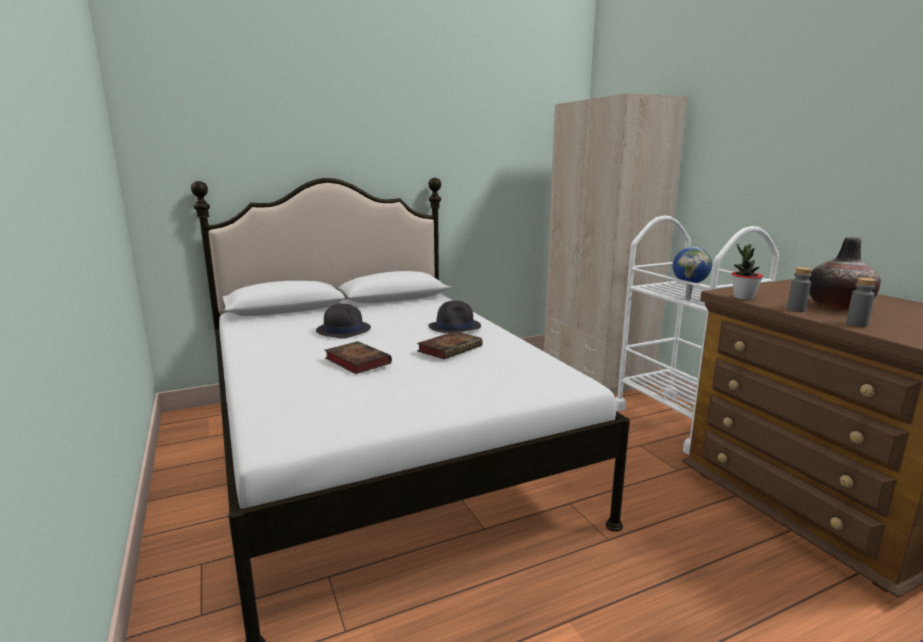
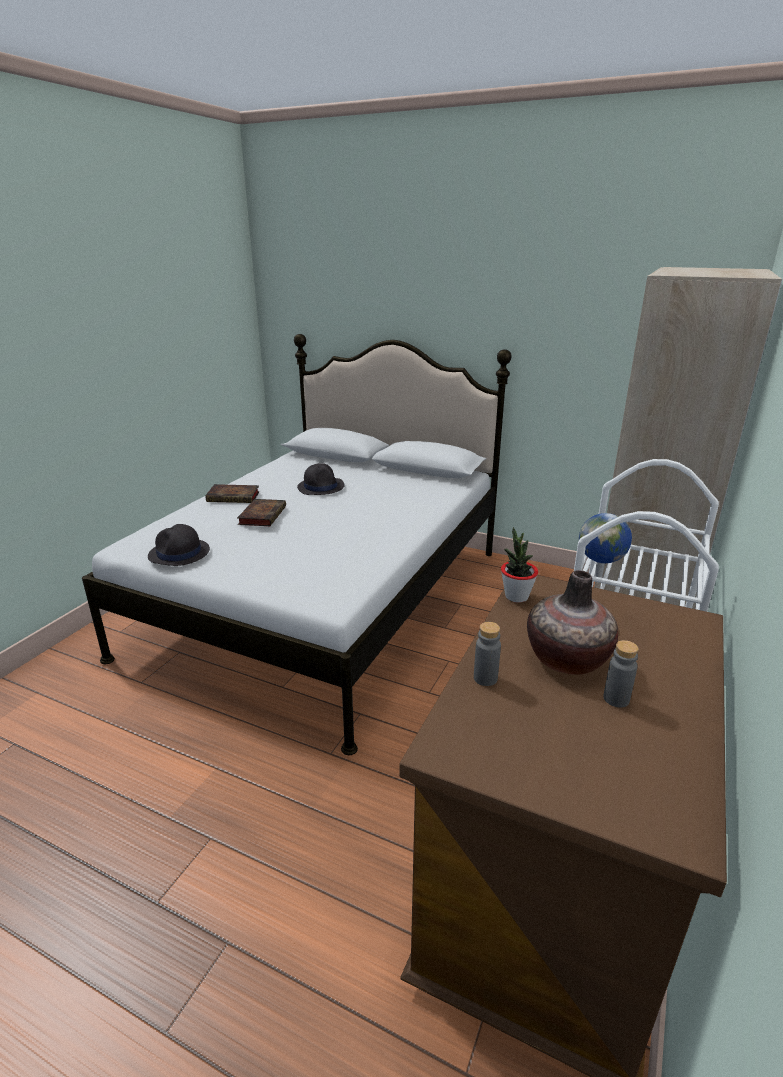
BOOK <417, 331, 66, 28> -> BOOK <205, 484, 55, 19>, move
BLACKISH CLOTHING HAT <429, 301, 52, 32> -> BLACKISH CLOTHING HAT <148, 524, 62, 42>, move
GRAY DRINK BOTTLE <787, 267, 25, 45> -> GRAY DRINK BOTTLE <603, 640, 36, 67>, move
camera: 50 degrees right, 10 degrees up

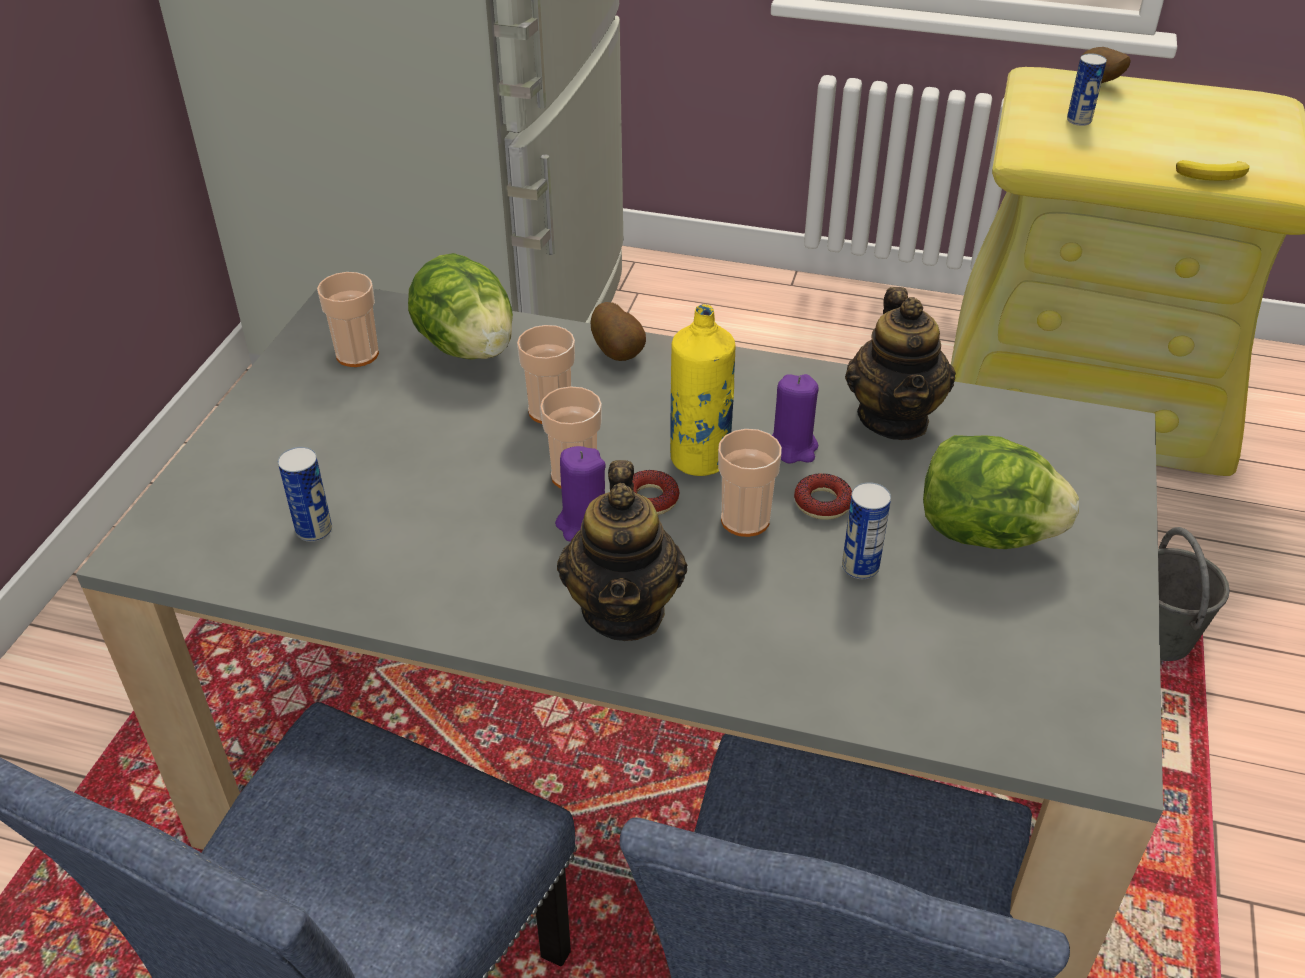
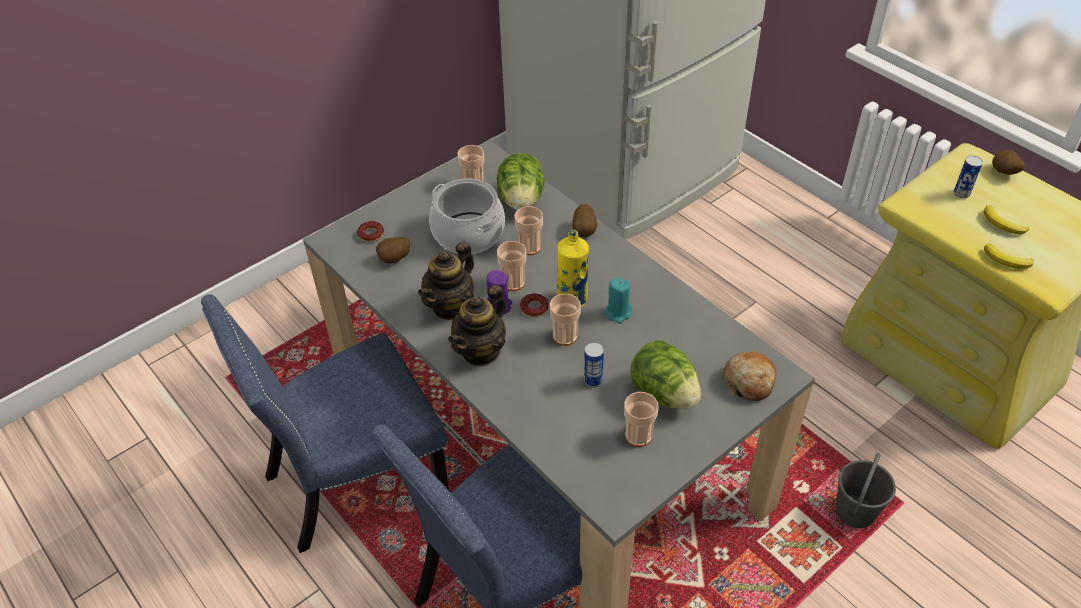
METAL CAN <278, 447, 54, 95> -> POTATO <376, 237, 34, 27>
PURPLE WAX CANDLE <772, 374, 46, 90> -> TURQUOISE WAX CANDLE <605, 277, 27, 47>
RING DOUGHNUT <794, 473, 58, 47> -> RING DOUGHNUT <357, 221, 27, 21>, move
TEAPOT <845, 287, 111, 153> -> TEAPOT <418, 242, 56, 78>, move
none -> COOKING POT <429, 179, 76, 75>
none -> SMALL CUP <624, 392, 35, 55>
none -> BAKED BREAD <724, 351, 52, 50>
none -> BANANA FRUIT <984, 206, 45, 28>
camera: 35 degrees right, 5 degrees up

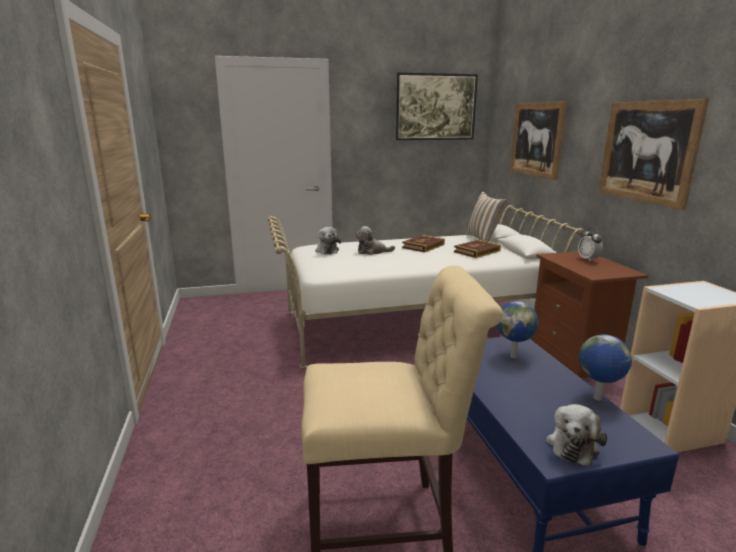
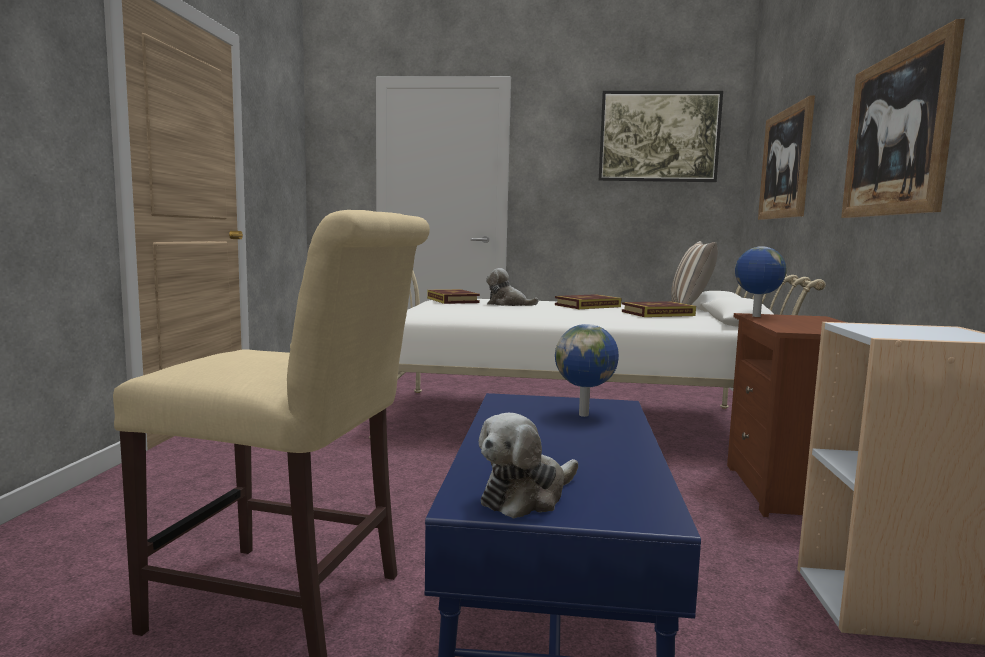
PLUSH TOY <315, 227, 26, 27> -> BOOK <427, 289, 53, 15>
BEDSIDE CLOCK <578, 228, 25, 34> -> none
DESK GLOBE <579, 334, 53, 67> -> DESK GLOBE <735, 246, 51, 71>, move
camera: 20 degrees right, 10 degrees down

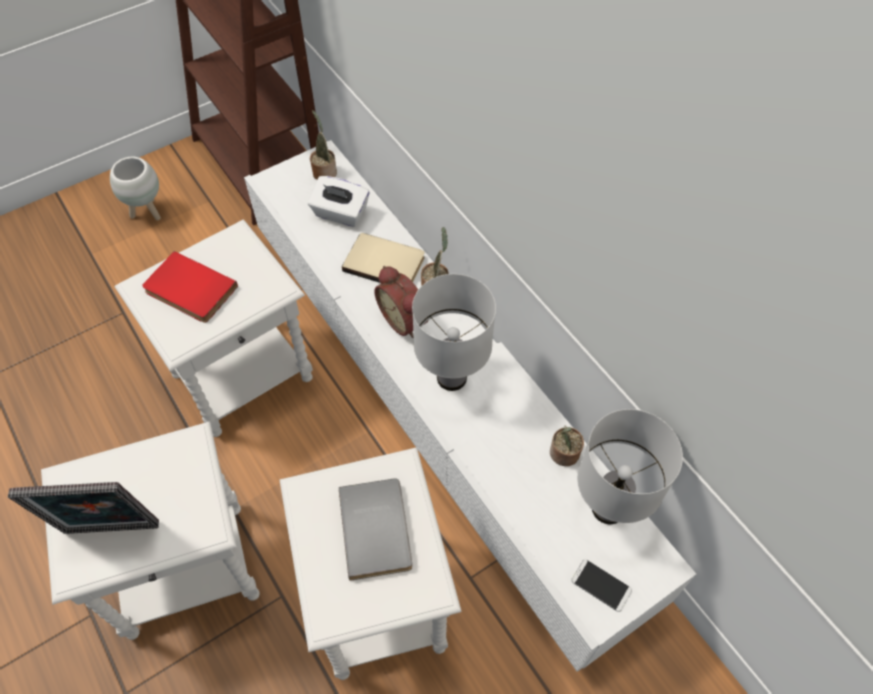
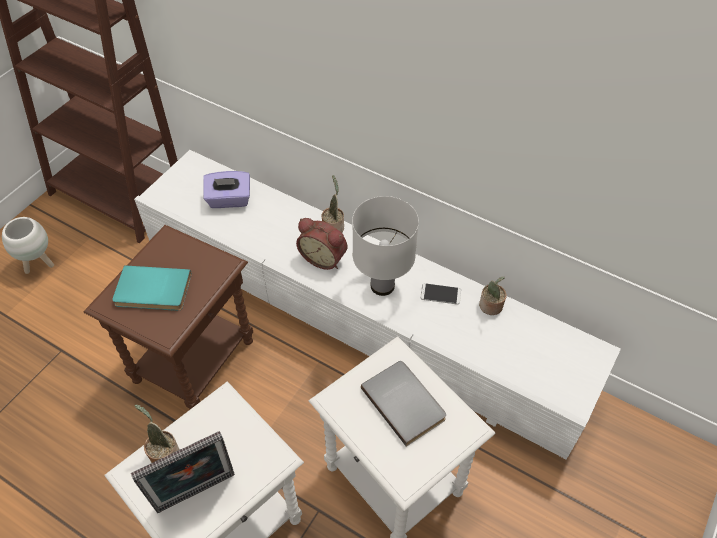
WHITE END TABLE <114, 220, 199, 217> -> BROWN-COLOURED END TABLE <84, 225, 169, 184>
RED BOOK <142, 251, 96, 72> -> TURQUOISE BOOK <112, 265, 80, 46>
WHITE BOX OF TISSUES <308, 176, 61, 51> -> PURPLE BOX OF TISSUES <203, 171, 47, 37>
PLANT IN A POT <310, 110, 27, 70> -> PLANT IN A POT <135, 405, 45, 58>, move
BEIGE-COLOURED BOOK <342, 233, 83, 50> -> none
TELEPHONE <572, 559, 60, 53> -> TELEPHONE <420, 283, 41, 22>, move
WHITE TABLETOP LAMP <577, 409, 106, 115> -> none
camera: 25 degrees left, 5 degrees down

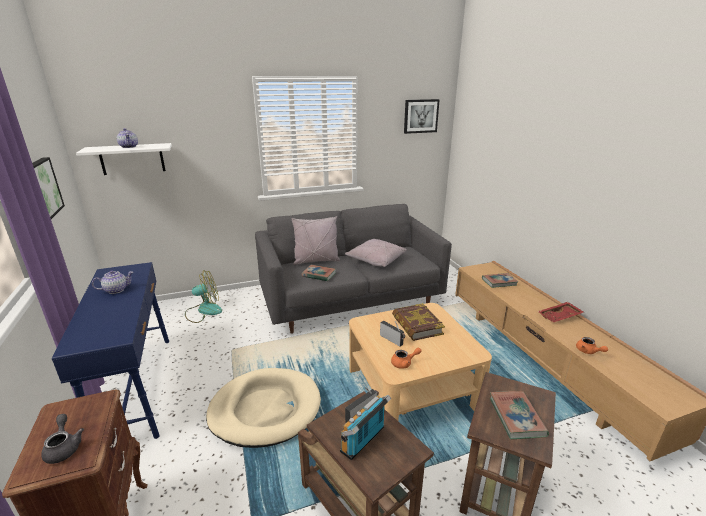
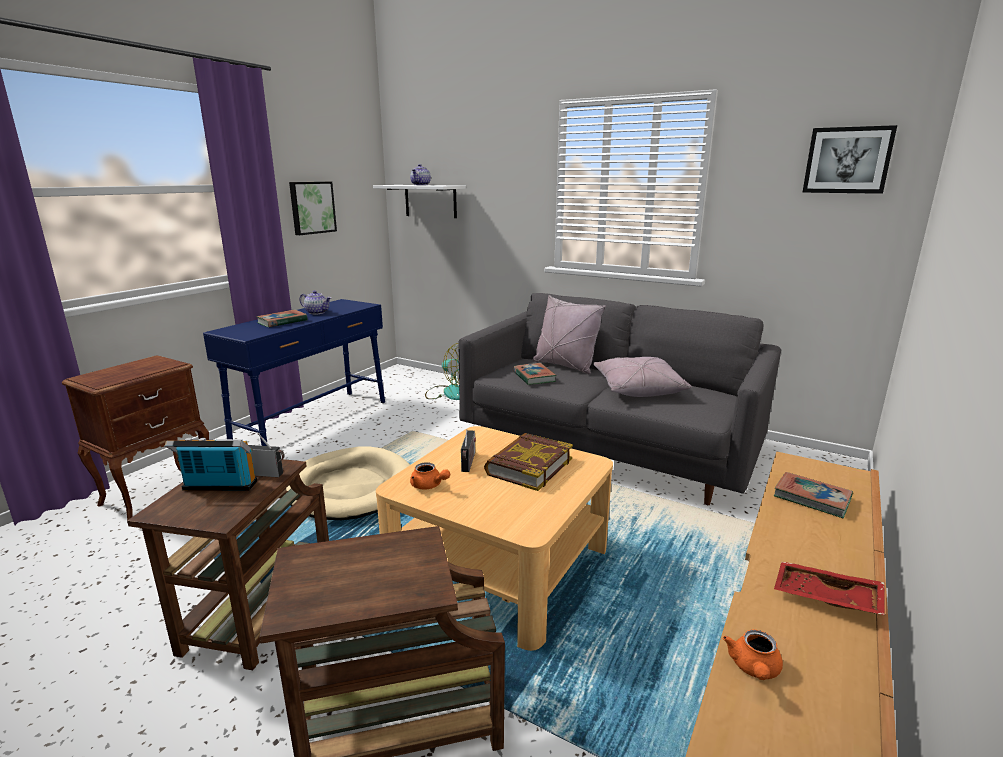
GRAY TEAPOT <41, 414, 43, 50> -> none
BOOK <490, 391, 59, 48> -> BOOK <256, 309, 52, 18>, move
camera: 50 degrees right, 5 degrees down

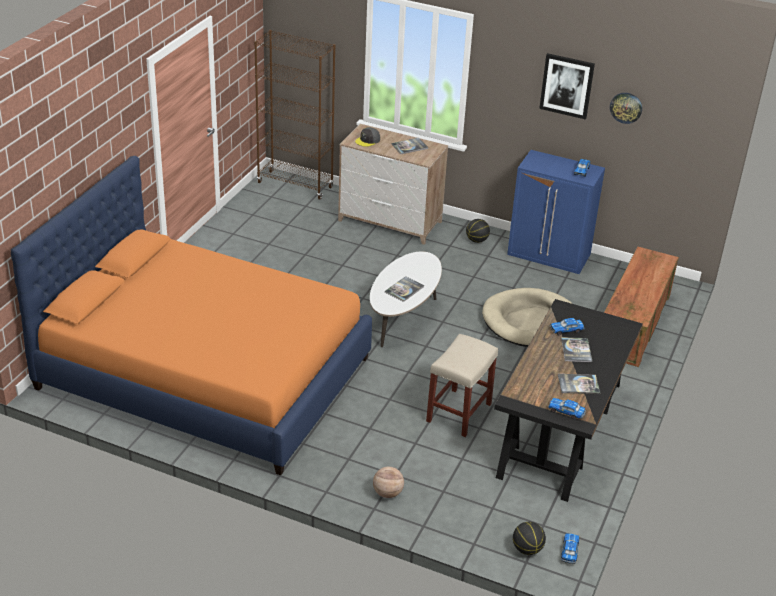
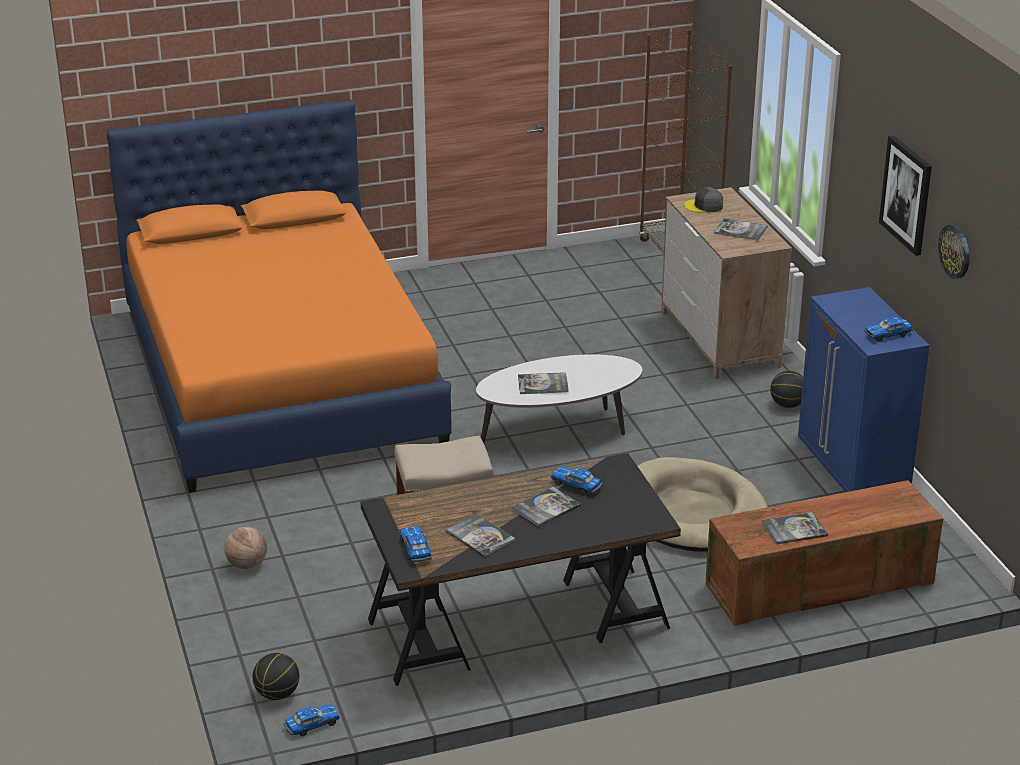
none -> BOOK <762, 512, 66, 32>
camera: 50 degrees right, 5 degrees down

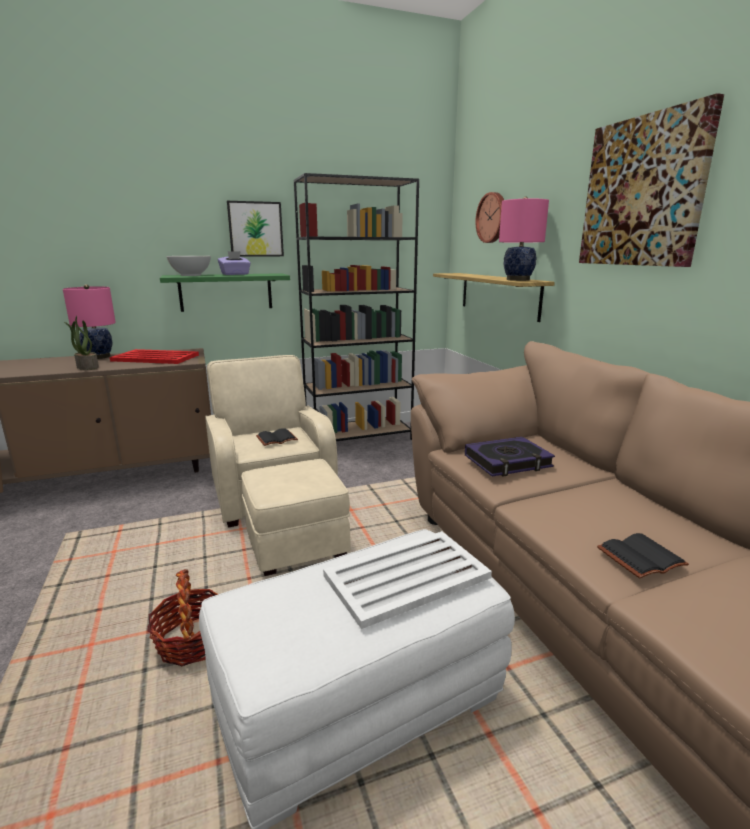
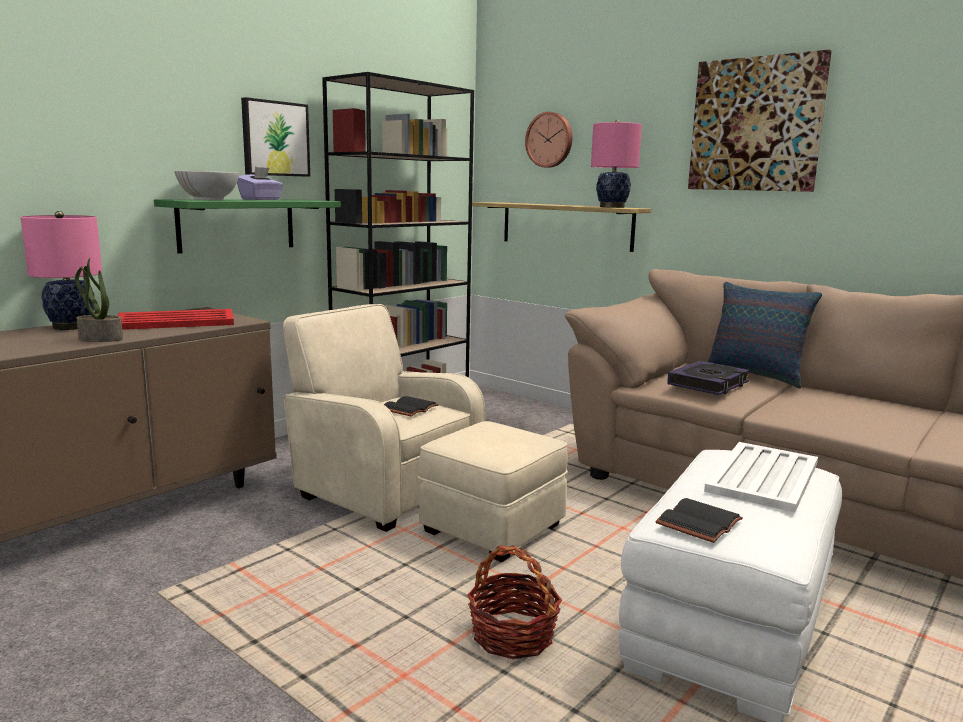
BLACKISH BOOK <597, 533, 92, 46> -> BLACKISH BOOK <655, 498, 88, 45>, move
none -> BLUE-COLOURED PILLOW <708, 282, 114, 106>
camera: 30 degrees left, 5 degrees down

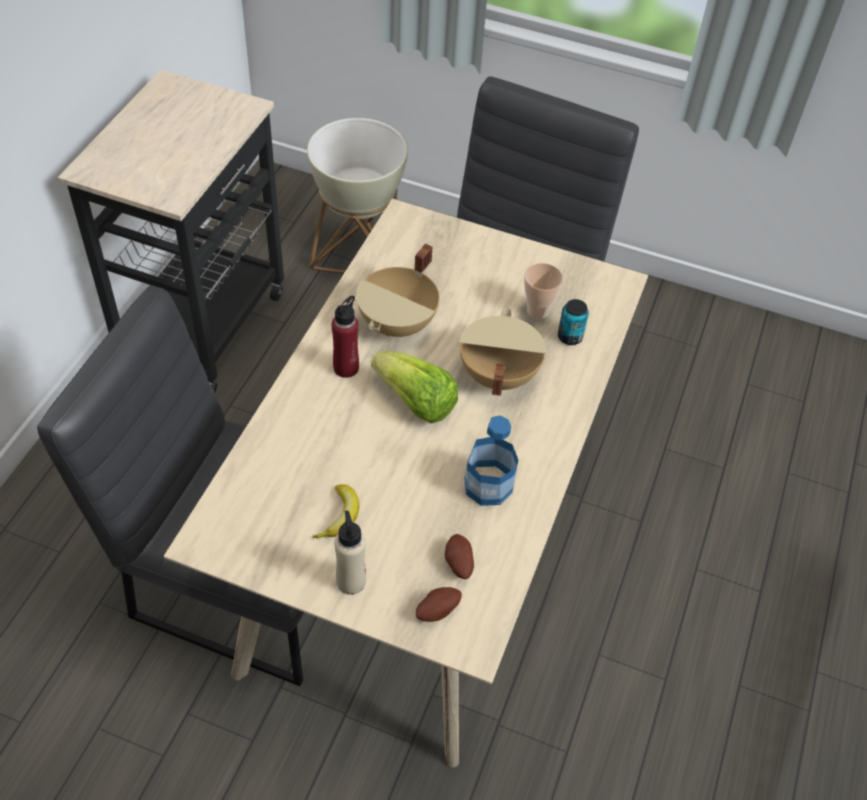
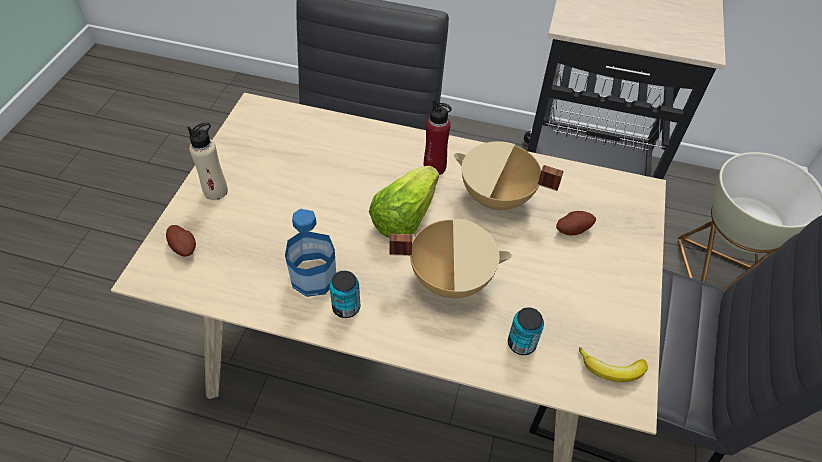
BANANA FRUIT <313, 484, 46, 55> -> BANANA FRUIT <579, 347, 69, 35>, move
POTATO <445, 534, 29, 45> -> POTATO <556, 211, 40, 25>, move
SMALL CUP <524, 263, 39, 56> -> none
none -> METAL CAN <329, 271, 31, 47>
camera: 85 degrees right, 0 degrees up

